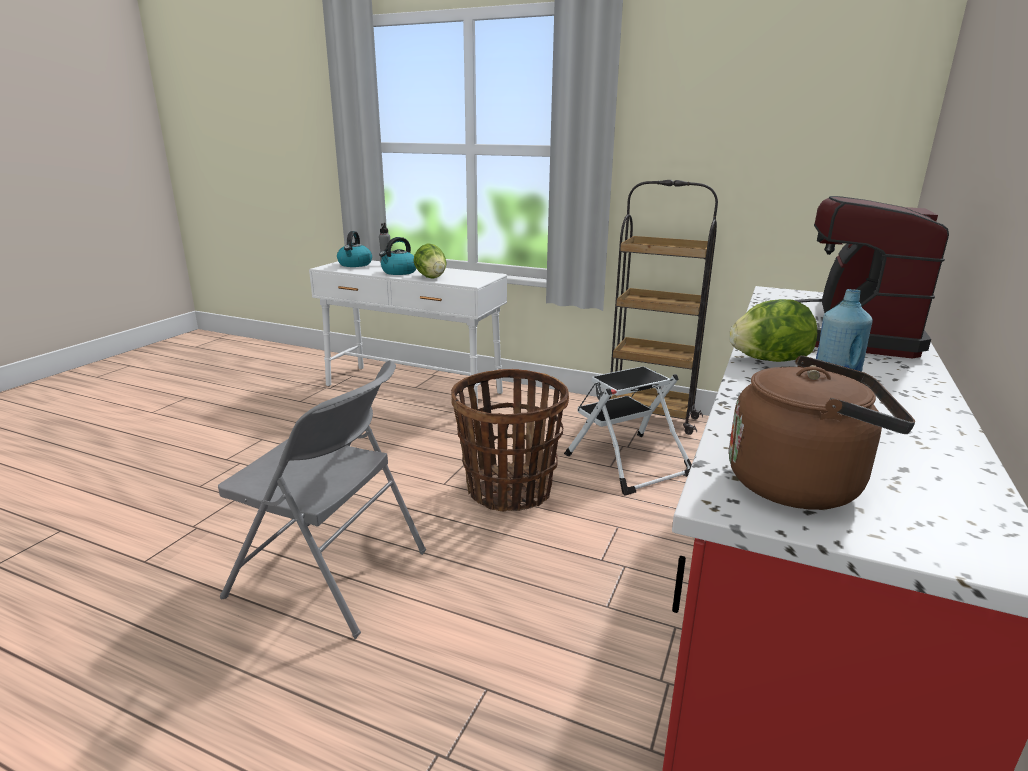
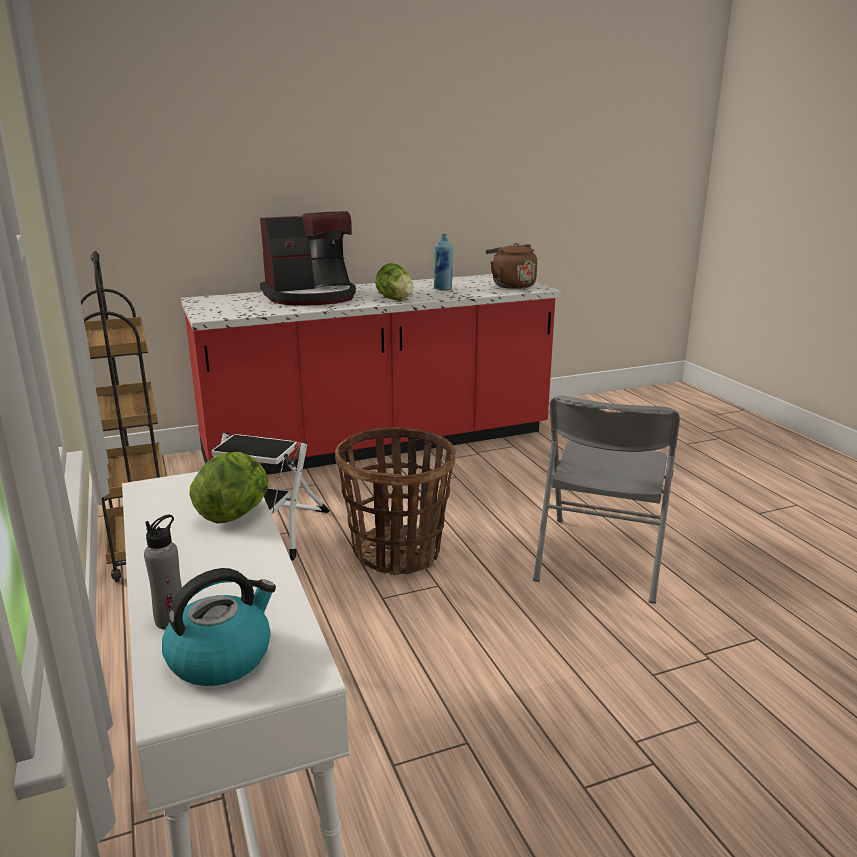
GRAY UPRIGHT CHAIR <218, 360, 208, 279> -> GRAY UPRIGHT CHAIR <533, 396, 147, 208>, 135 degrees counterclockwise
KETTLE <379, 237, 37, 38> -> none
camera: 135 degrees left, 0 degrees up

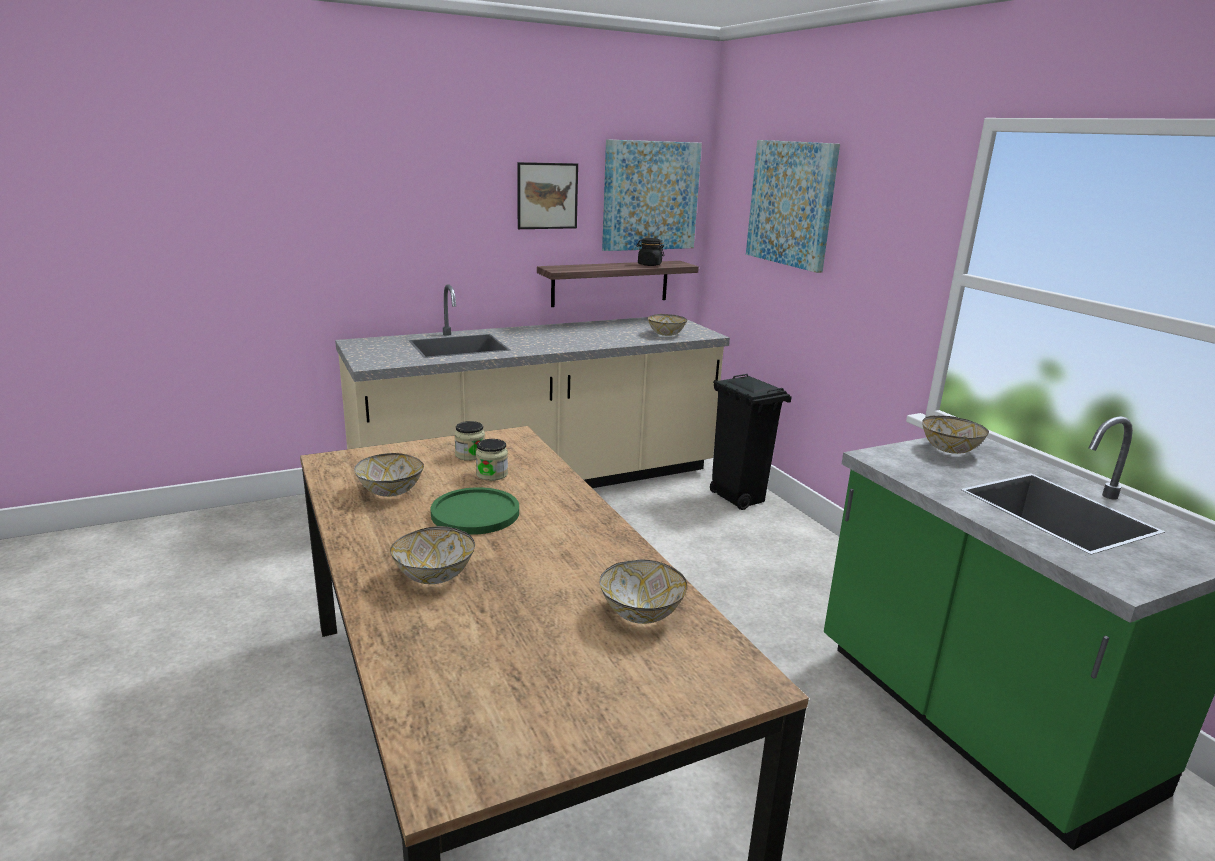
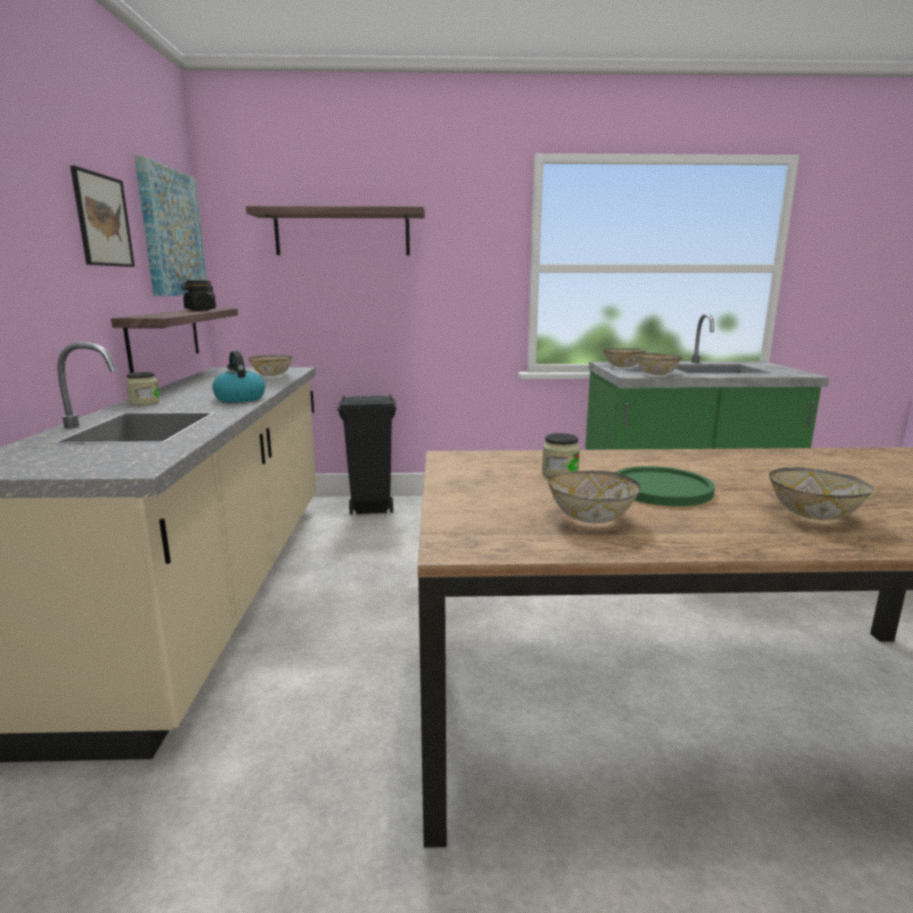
PRESERVE JAR <454, 421, 31, 40> -> PRESERVE JAR <126, 372, 34, 33>, move
DEEP DISH <600, 560, 87, 64> -> DEEP DISH <636, 353, 46, 22>, move
PICTURE <746, 140, 94, 133> -> SHELF <246, 206, 179, 49>
none -> KETTLE <212, 351, 53, 51>
camera: 65 degrees left, 5 degrees down

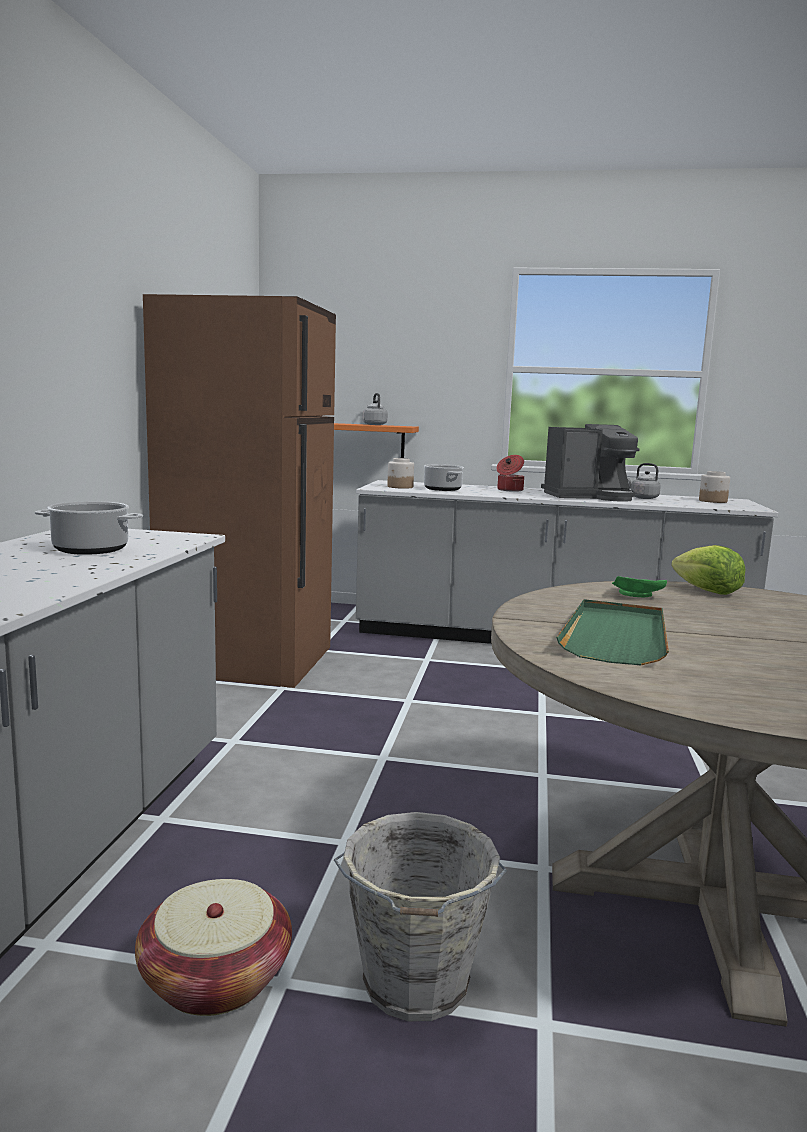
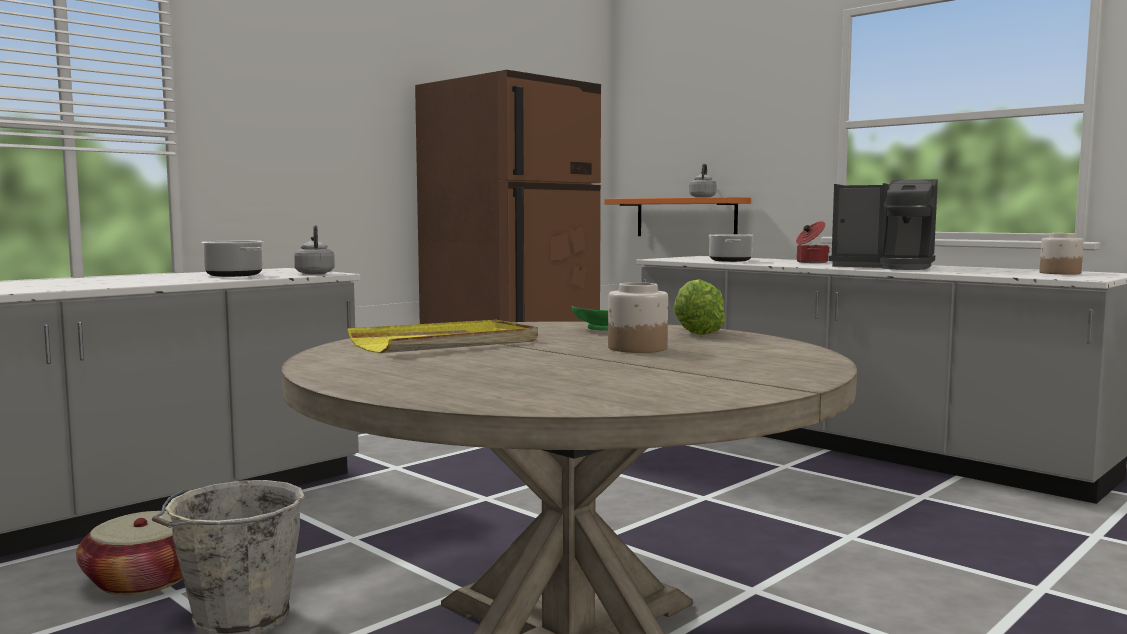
PRESERVE JAR <387, 458, 27, 31> -> PRESERVE JAR <608, 282, 60, 71>, move
GREEN TRAY <556, 599, 113, 66> -> YELLOW TRAY <347, 320, 191, 33>
GRAY KETTLE <627, 463, 34, 36> -> GRAY KETTLE <294, 225, 41, 49>, move
camera: 35 degrees right, 5 degrees down

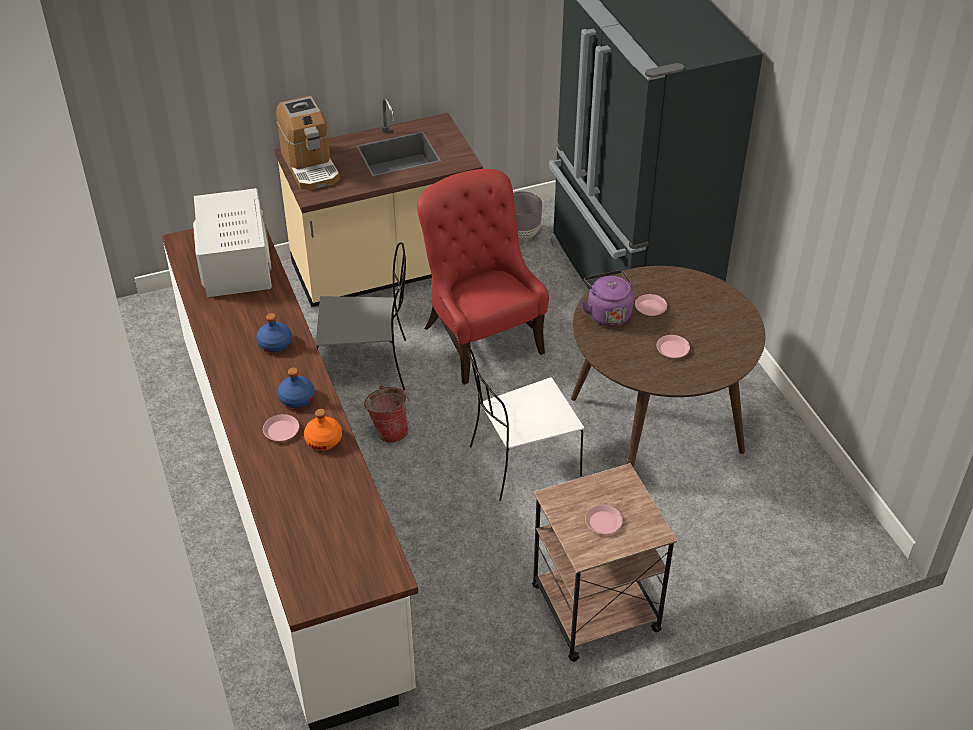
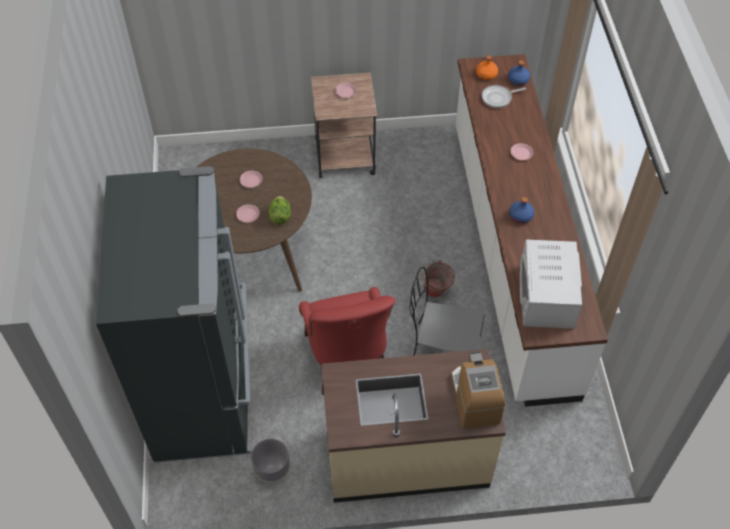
BLUE-COLOURED DRINK BOTTLE <277, 367, 38, 41> -> BLUE-COLOURED DRINK BOTTLE <508, 60, 22, 26>, move
ORANGE-COLOURED DRINK BOTTLE <304, 409, 38, 41> -> ORANGE-COLOURED DRINK BOTTLE <476, 55, 22, 25>, move
WHITE UPRIGHT CHAIR <468, 348, 116, 153> -> none
PURPLE KETTLE <581, 270, 53, 57> -> HEAD OF LETTUCE <268, 196, 23, 29>
none -> PAN <482, 85, 44, 23>
camera: 165 degrees left, 10 degrees up

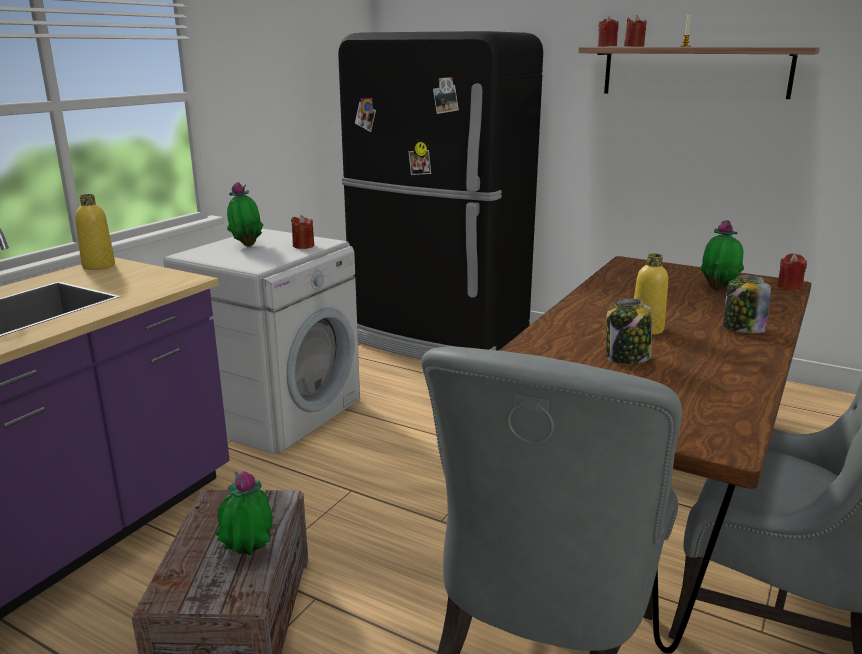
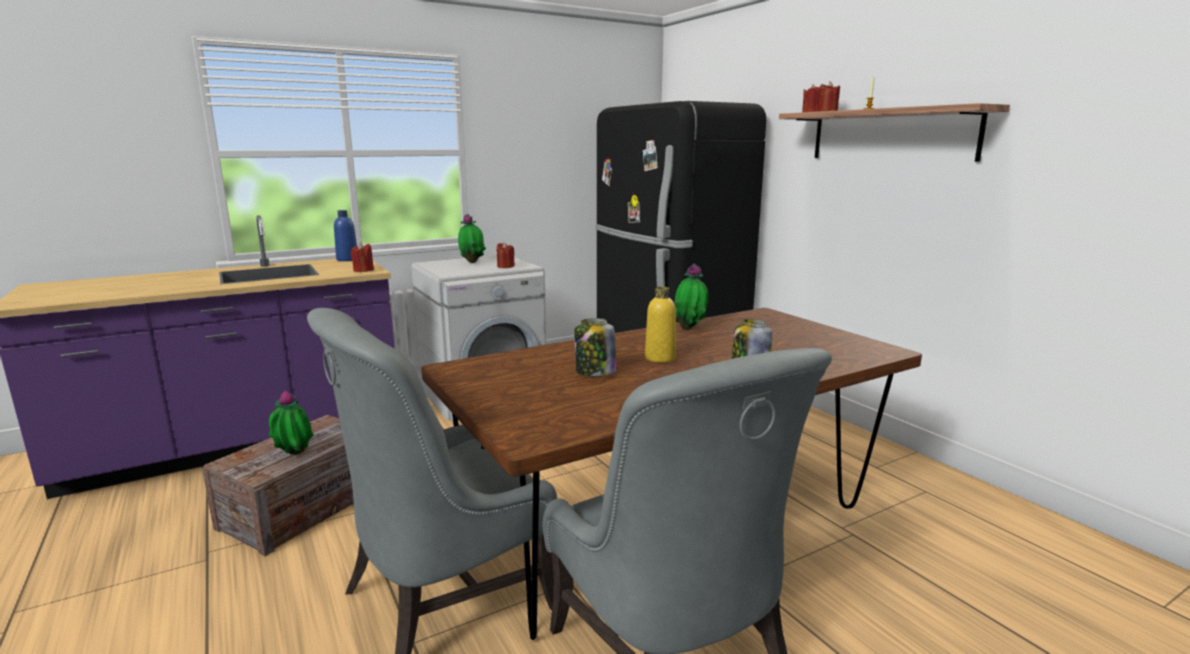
YELLOW DRINK BOTTLE <75, 194, 40, 76> -> BLUE-COLOURED DRINK BOTTLE <334, 210, 23, 51>
PLANT IN A POT <700, 220, 44, 71> -> PLANT IN A POT <675, 264, 33, 66>, move
RED WAX CANDLE <777, 253, 30, 37> -> RED WAX CANDLE <351, 243, 23, 29>, move
camera: 30 degrees right, 5 degrees down

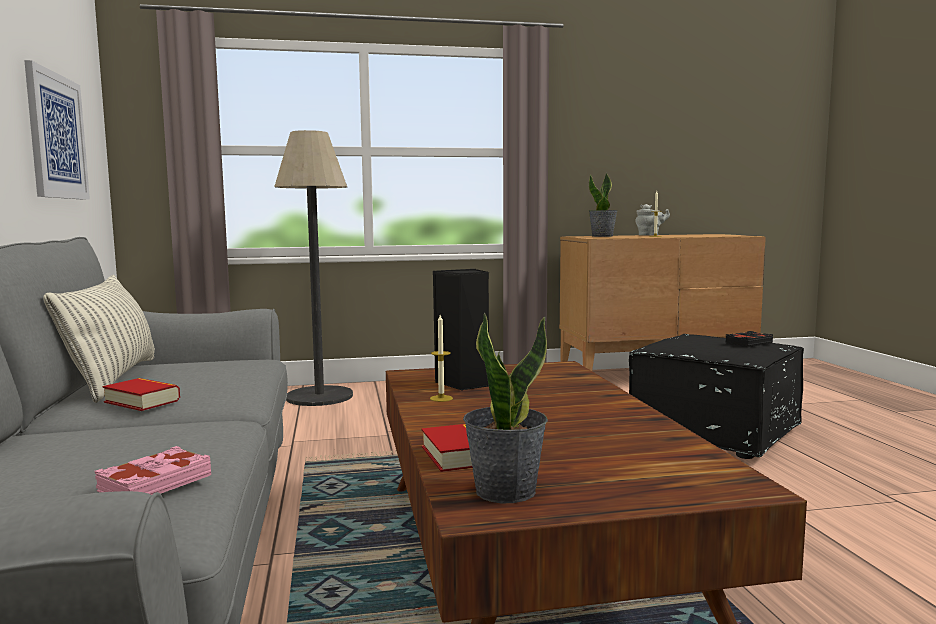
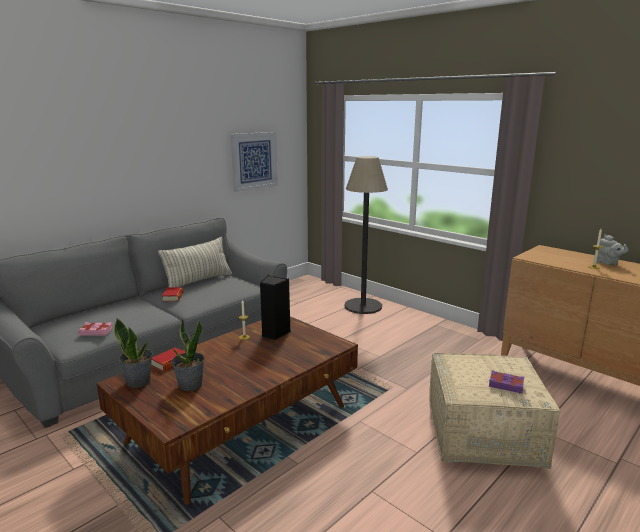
PLANT IN A POT <589, 173, 29, 64> -> PLANT IN A POT <171, 318, 33, 73>, move
BLACKISH OTTOMAN <629, 334, 175, 125> -> BEIGE-COLOURED OTTOMAN <429, 353, 132, 116>
BLACKISH BOOK <725, 331, 48, 16> -> PURPLE BOOK <489, 370, 35, 23>
camera: 55 degrees right, 10 degrees up

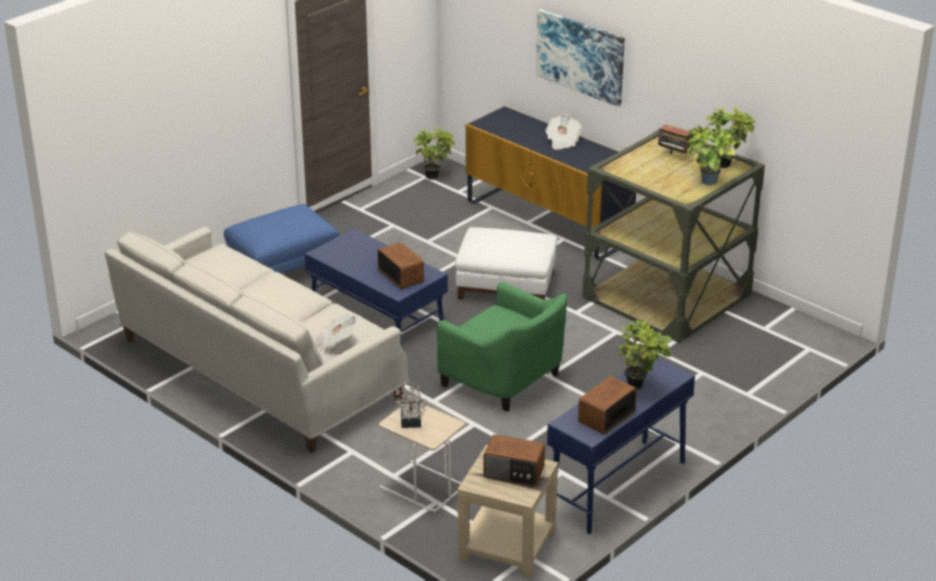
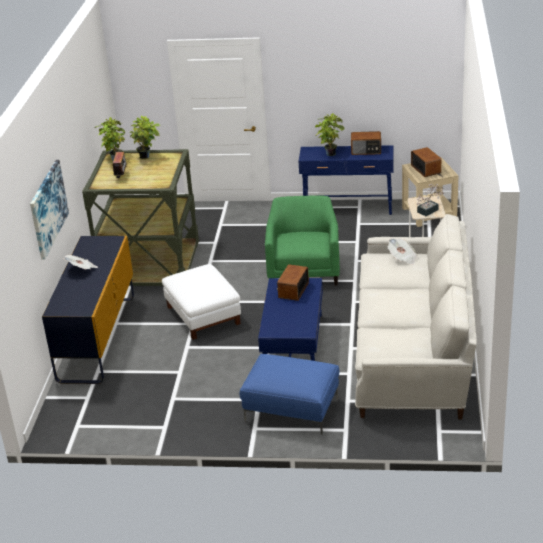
PLANT IN A POT <413, 127, 42, 53> -> none
camera: 125 degrees left, 0 degrees up

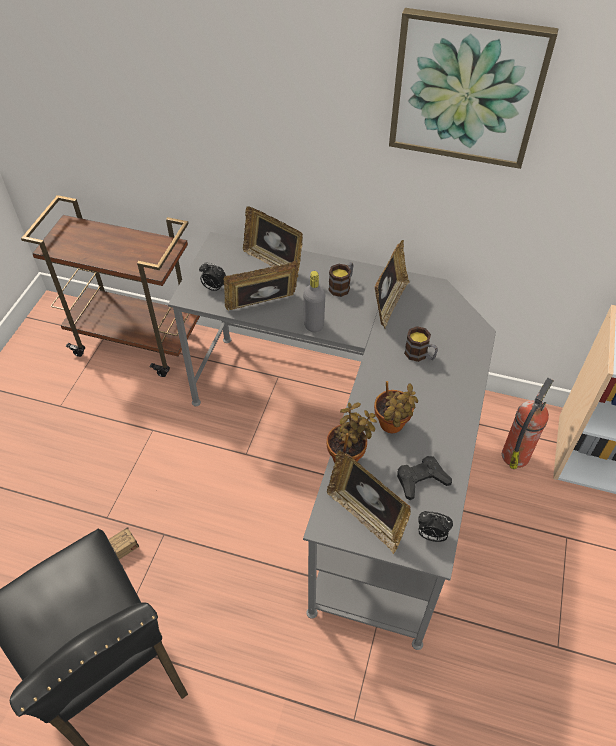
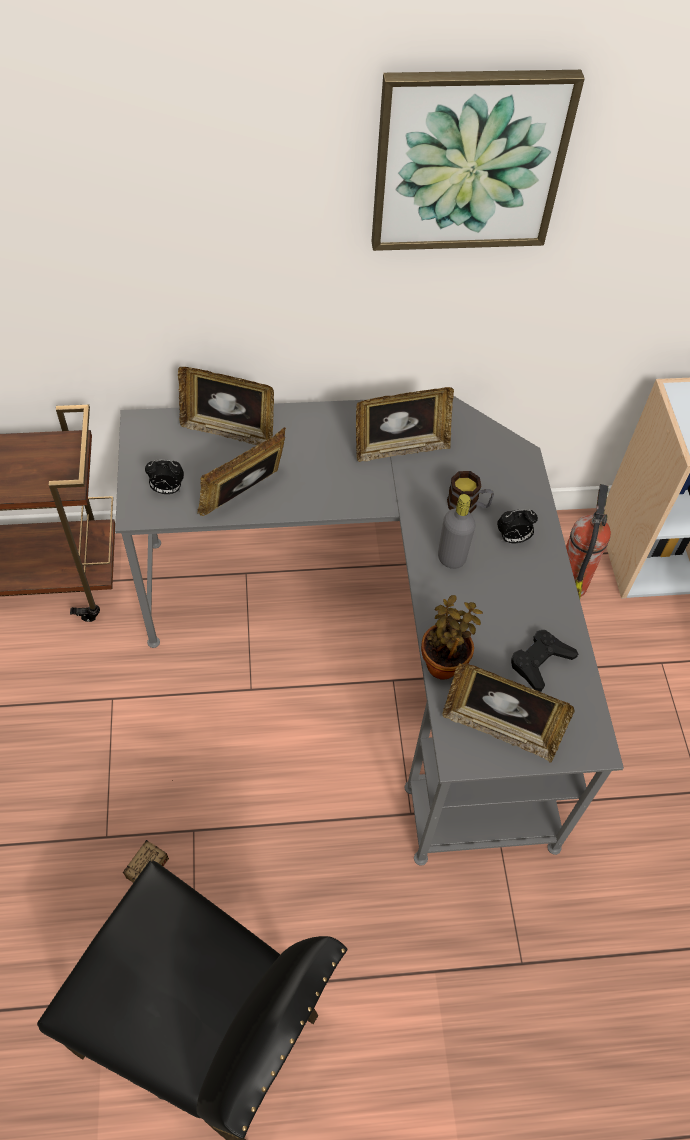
GRAY DRINK BOTTLE <303, 271, 22, 61> -> GRAY DRINK BOTTLE <438, 494, 37, 75>, move
TEA MUG <328, 262, 25, 35> -> none
PLANT IN A POT <374, 381, 44, 52> -> none
PICTURE FRAME <375, 240, 35, 89> -> PICTURE FRAME <356, 387, 98, 75>, 75 degrees clockwise
BEDSIDE CLOCK <418, 511, 35, 31> -> BEDSIDE CLOCK <497, 509, 41, 34>, move
camera: 25 degrees left, 5 degrees up

